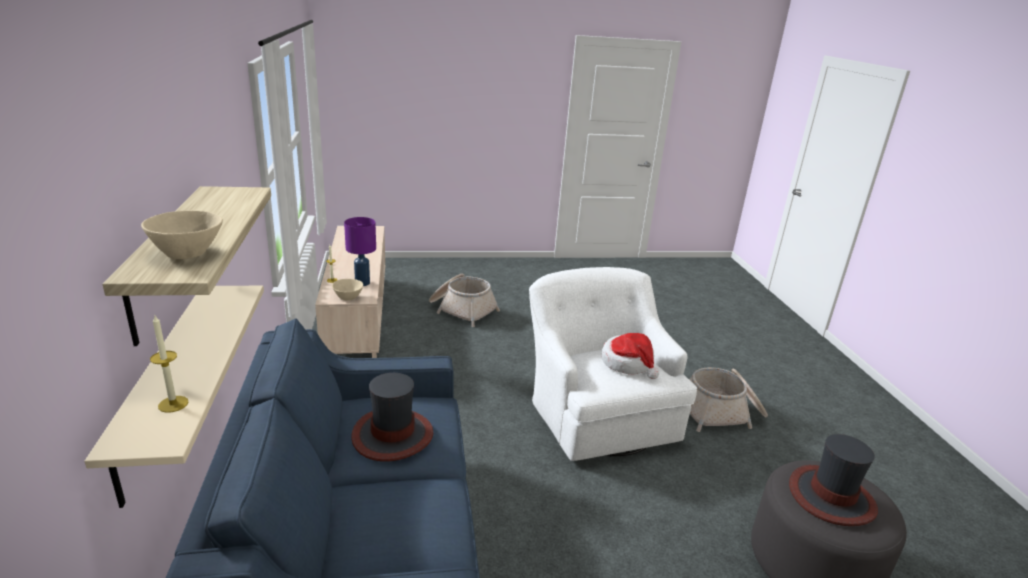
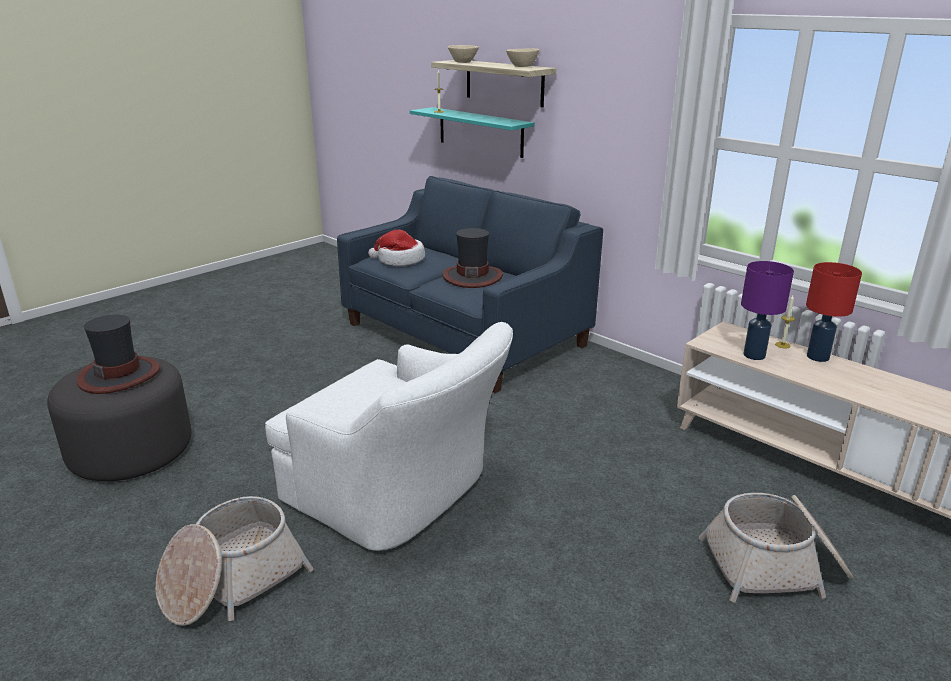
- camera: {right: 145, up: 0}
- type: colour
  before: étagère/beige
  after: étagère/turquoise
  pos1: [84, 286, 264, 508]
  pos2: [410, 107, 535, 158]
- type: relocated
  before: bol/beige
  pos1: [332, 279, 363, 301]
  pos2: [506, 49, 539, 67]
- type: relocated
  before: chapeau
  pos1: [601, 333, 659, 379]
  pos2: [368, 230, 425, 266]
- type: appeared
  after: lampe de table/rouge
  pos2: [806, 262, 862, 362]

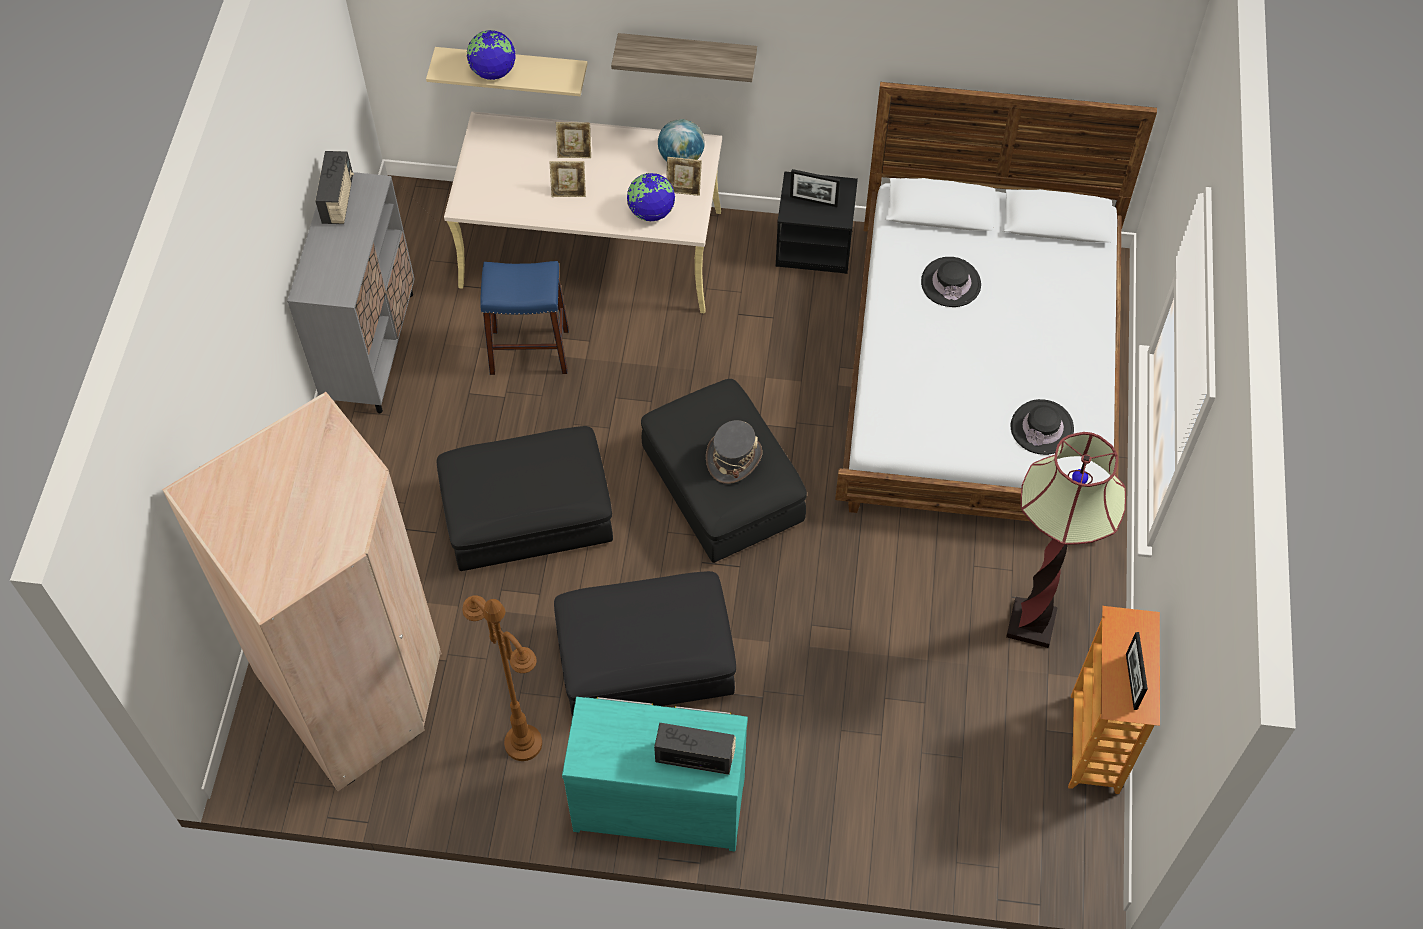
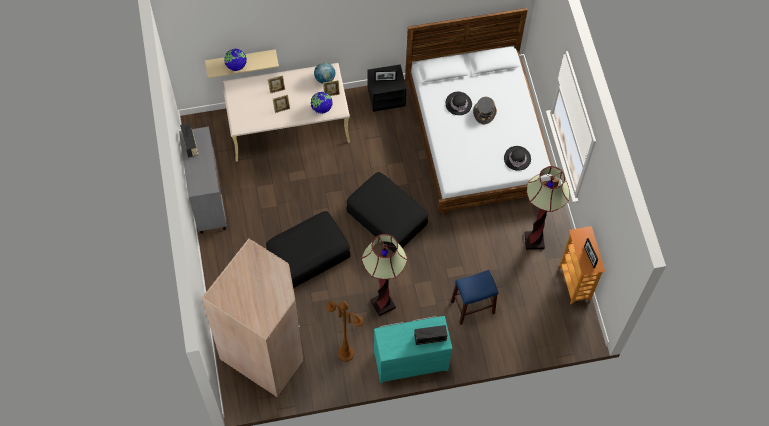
- camera: {right: -20, up: 5}
- type: relocated
  before: tabouret/bleu
  pos1: [480, 261, 569, 375]
  pos2: [451, 270, 499, 325]
- type: exchanged
  before: pouf/noir
  after: lampadaire
  pos1: [554, 571, 736, 717]
  pos2: [361, 234, 408, 316]
- type: missing
  before: étagère
  pos1: [611, 33, 757, 82]
- type: relocated
  before: chapeau/gris
  pos1: [706, 420, 763, 484]
  pos2: [473, 97, 497, 124]

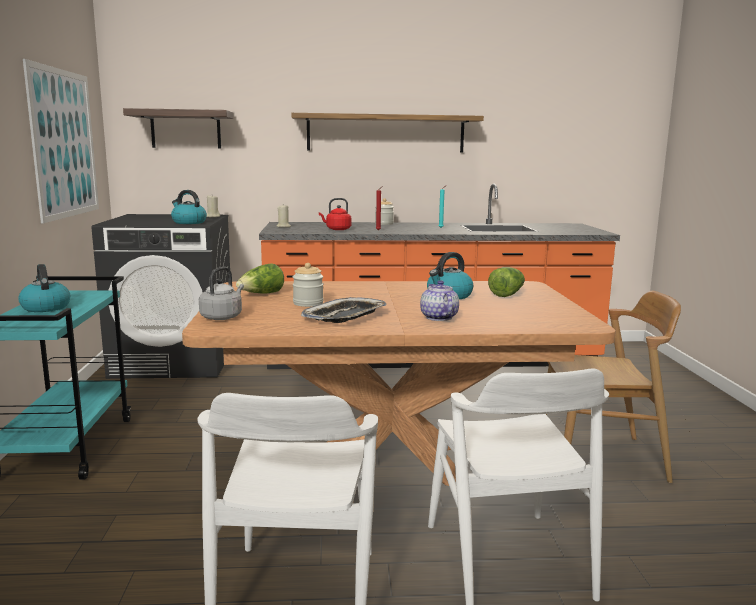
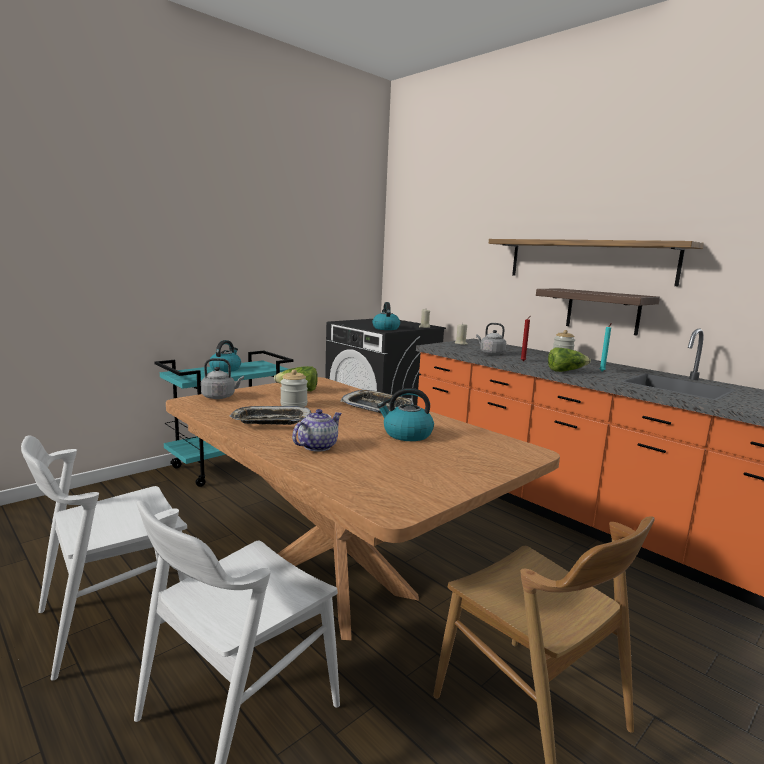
- camera: {right: 50, up: 0}
- type: missing
  before: tableau
  pos1: [23, 59, 99, 223]
- type: relocated
  before: étagère
  pos1: [123, 108, 233, 149]
  pos2: [536, 288, 660, 336]
- type: colour
  before: bouilloire/rouge
  after: bouilloire/gris
  pos1: [319, 198, 351, 230]
  pos2: [476, 323, 506, 355]
- type: relocated
  before: laitue
  pos1: [488, 267, 525, 297]
  pos2: [548, 347, 591, 372]
- type: appeared
  after: plateau
  pos2: [340, 390, 413, 413]

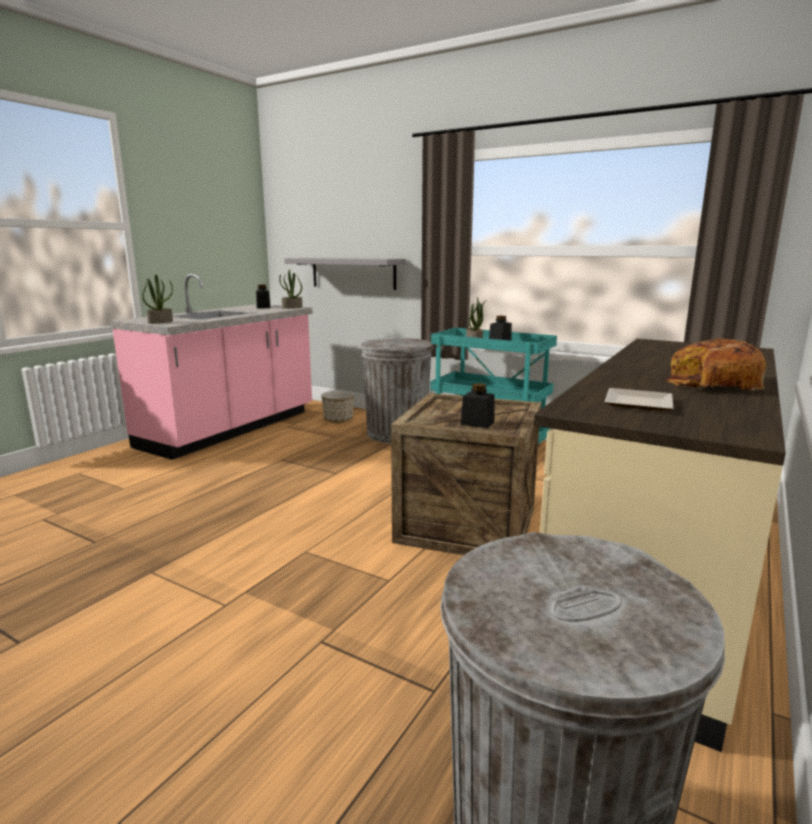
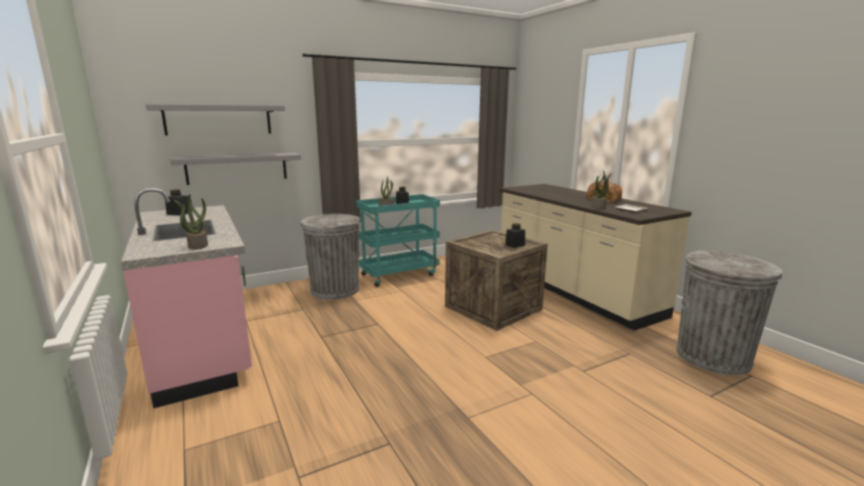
- camera: {right: -60, up: 0}
- type: relocated
  before: plante en pot
  pos1: [279, 269, 302, 309]
  pos2: [592, 170, 612, 209]
- type: missing
  before: cache-pot
  pos1: [321, 391, 354, 423]
- type: appeared
  after: étagère/gris
  pos2: [145, 104, 285, 135]

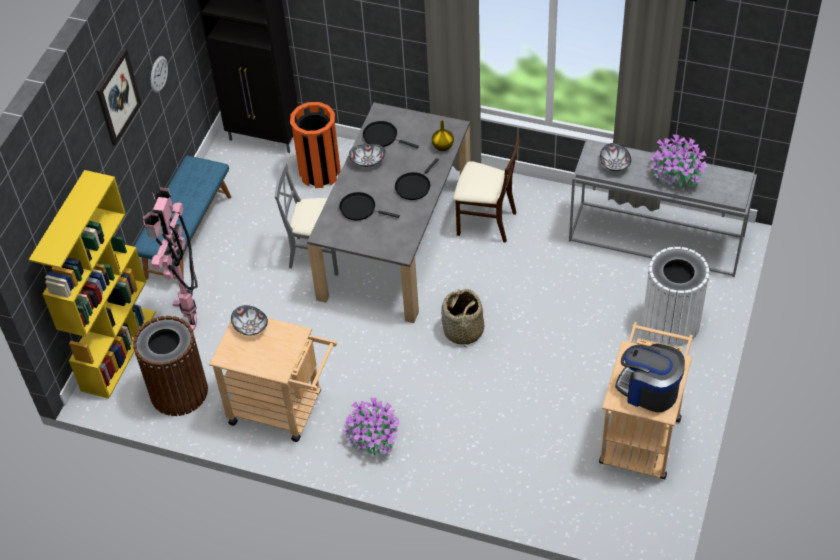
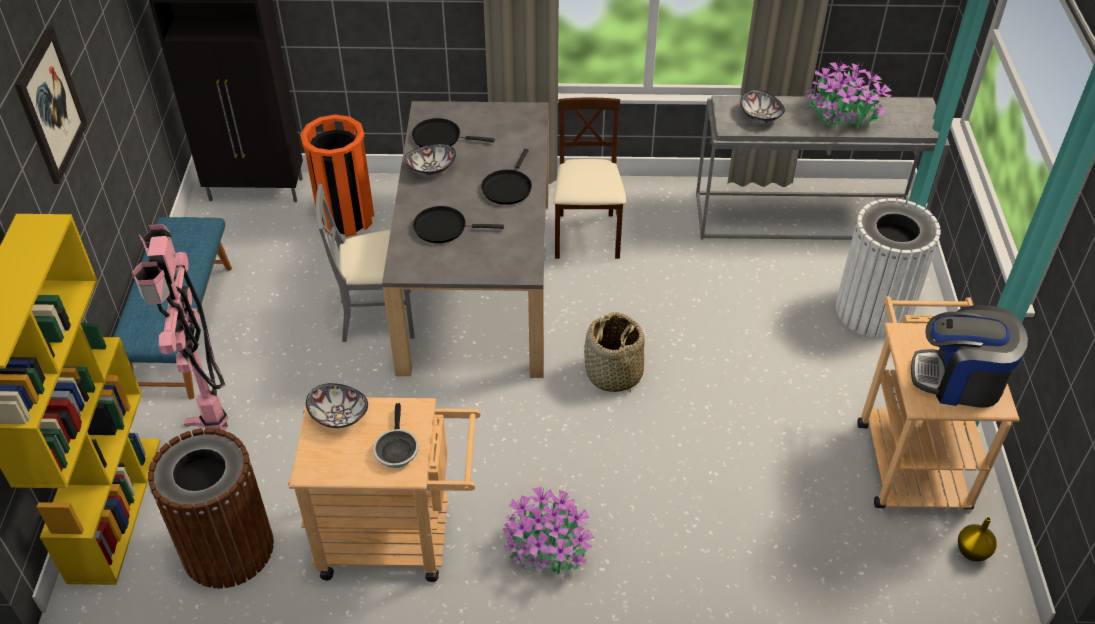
- camera: {right: -20, up: -5}
- type: missing
  before: horloge murale
  pos1: [151, 56, 168, 93]
- type: relocated
  before: vase/jaune
  pos1: [432, 120, 454, 151]
  pos2: [958, 517, 997, 561]
- type: spun
  before: chaise/beige
  pos1: [453, 137, 519, 243]
  pos2: [553, 97, 626, 259]
  turn: -90
- type: appeared
  after: poêle
  pos2: [373, 403, 419, 468]

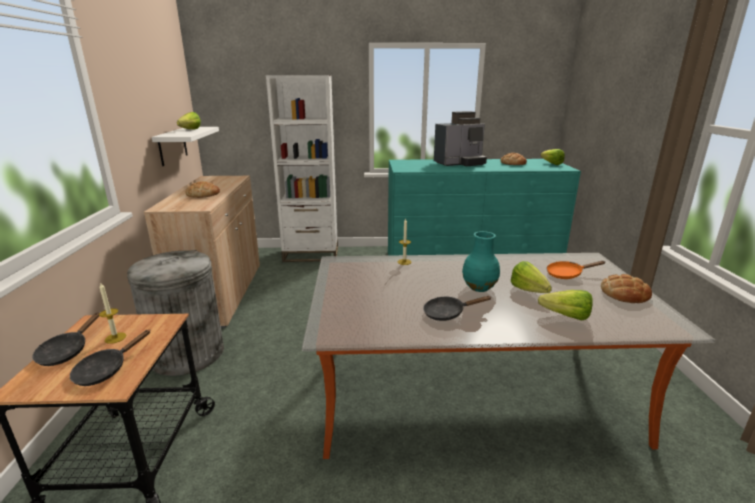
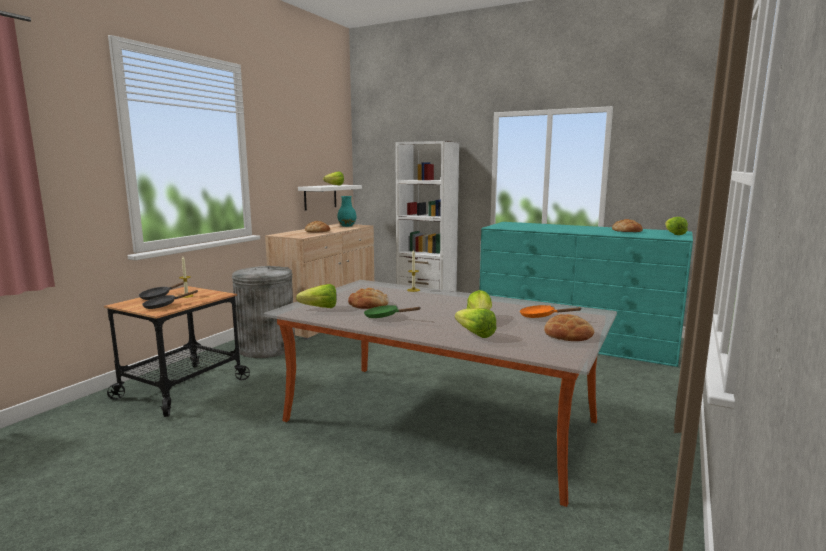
- camera: {right: 30, up: -10}
- type: colour
  before: poêle/noir
  after: poêle/vert
  pos1: [423, 296, 491, 321]
  pos2: [364, 305, 421, 318]
- type: missing
  before: machine à café
  pos1: [434, 111, 487, 166]
- type: relocated
  before: vase/turquoise
  pos1: [462, 231, 500, 292]
  pos2: [337, 196, 357, 227]
- type: appeared
  after: laitue
  pos2: [296, 284, 337, 308]
- type: appeared
  after: pain
  pos2: [348, 288, 389, 309]

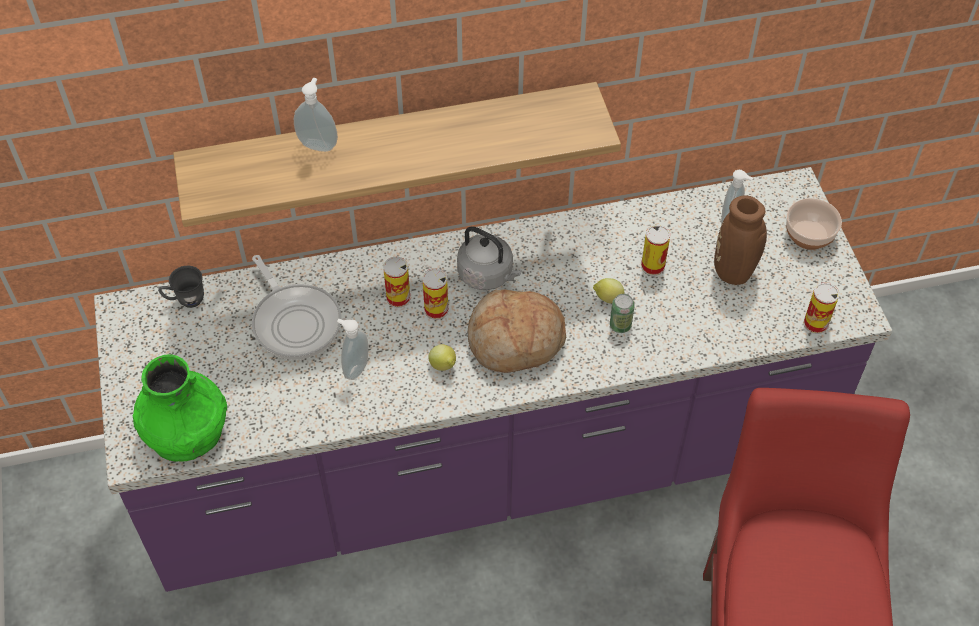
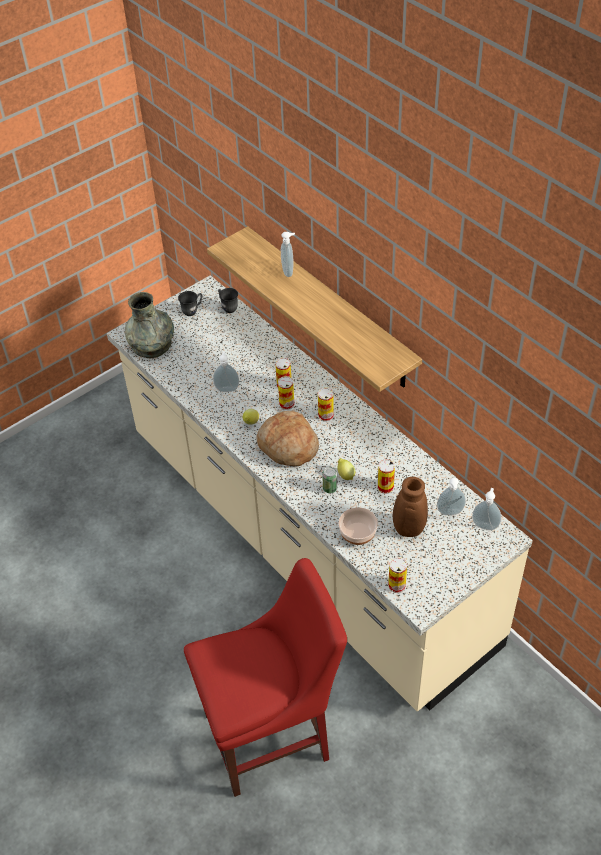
- camera: {right: 65, up: -5}
- type: colour
  before: comptoir de cuisine/violet
  after: comptoir de cuisine/beige
  pos1: [94, 167, 892, 592]
  pos2: [107, 275, 533, 712]
- type: colour
  before: vase/vert
  after: vase/gris
  pos1: [133, 354, 227, 462]
  pos2: [125, 292, 174, 358]
- type: missing
  before: poêle
  pos1: [252, 255, 341, 360]
- type: exchanged
  before: bouilloire/gris
  after: boîte métallique
  pos1: [457, 226, 522, 290]
  pos2: [318, 388, 334, 422]
- type: relocated
  before: bol
  pos1: [786, 198, 842, 250]
  pos2: [338, 507, 378, 545]
- type: appeared
  after: mug/gris
  pos2: [178, 291, 202, 316]
- type: appeared
  after: distributeur de savon
  pos2: [472, 488, 501, 530]

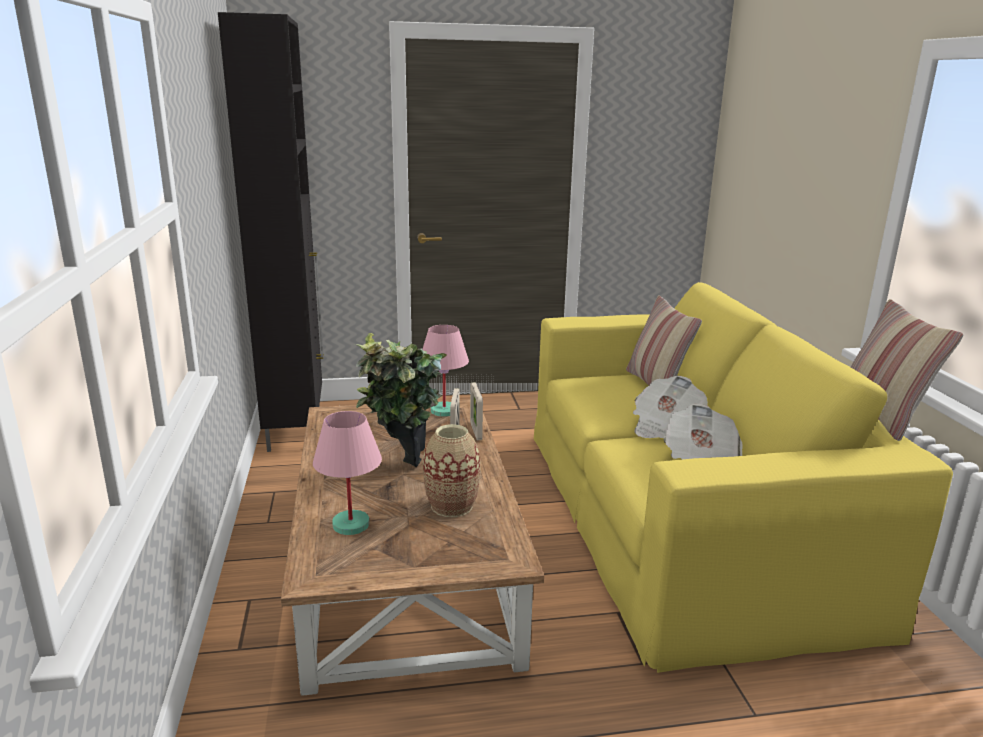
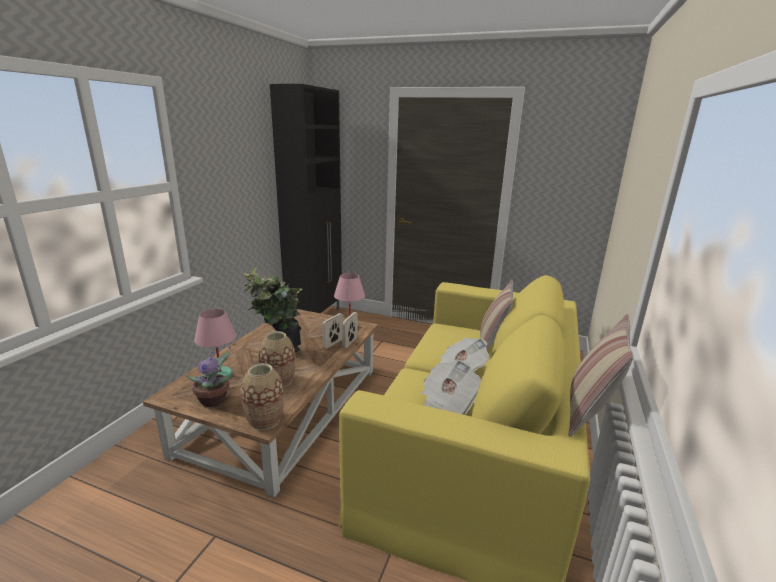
- camera: {right: 30, up: 0}
- type: appeared
  after: plante en pot
  pos2: [186, 346, 232, 407]
- type: appeared
  after: vase
  pos2: [241, 363, 284, 430]

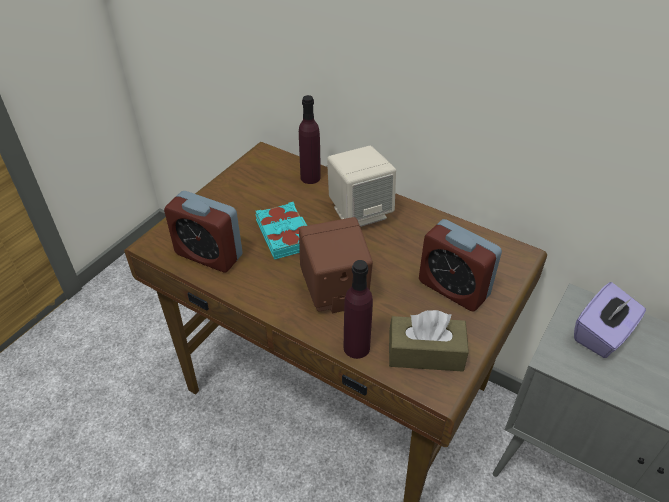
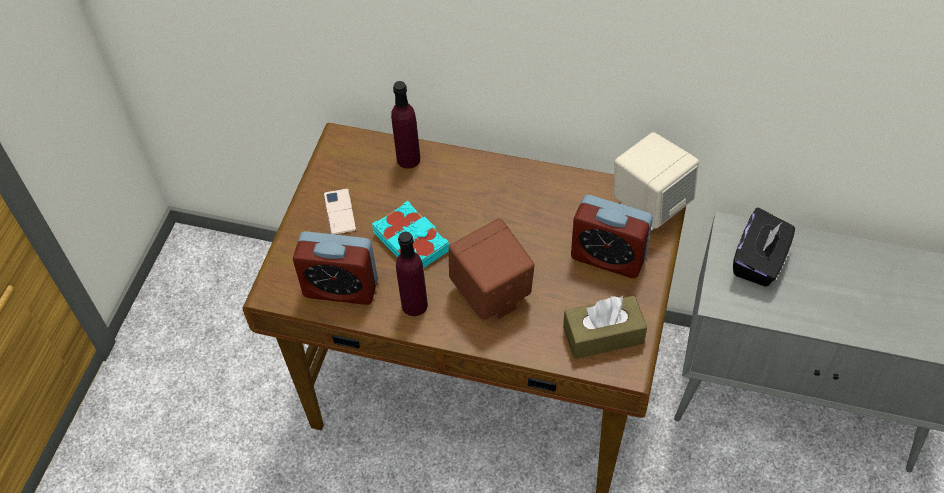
- camera: {right: -15, up: 10}
- type: relocated
  before: enceinte/beige
  pos1: [327, 146, 396, 227]
  pos2: [614, 132, 699, 231]
- type: relocated
  before: bouteille/violet
  pos1: [344, 260, 373, 359]
  pos2: [396, 231, 428, 316]
- type: colour
  before: boîte à mouchoirs/violet
  after: boîte à mouchoirs/noir
  pos1: [574, 282, 646, 358]
  pos2: [733, 208, 795, 287]
- type: appeared
  after: téléphone
  pos2: [324, 188, 356, 235]

